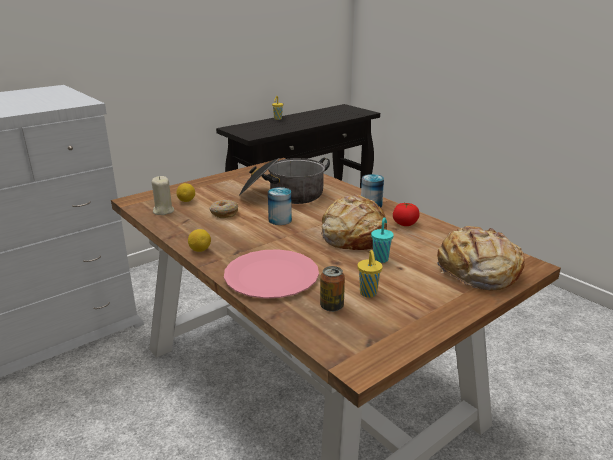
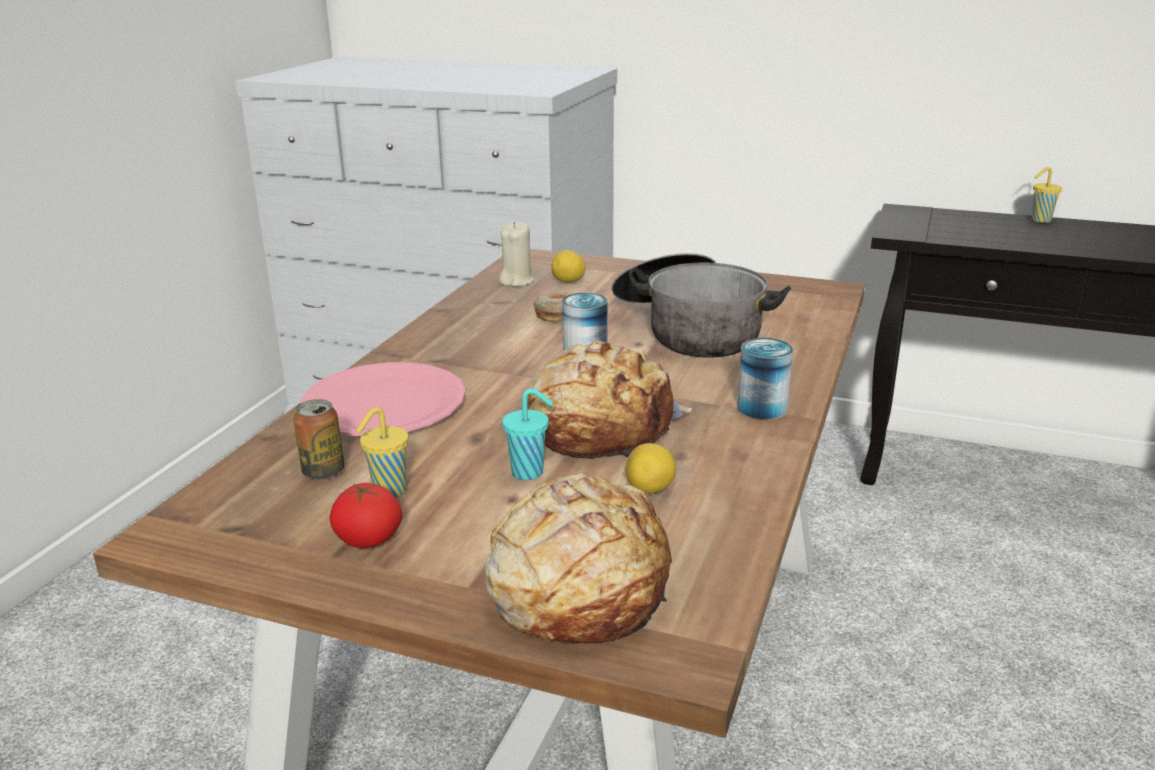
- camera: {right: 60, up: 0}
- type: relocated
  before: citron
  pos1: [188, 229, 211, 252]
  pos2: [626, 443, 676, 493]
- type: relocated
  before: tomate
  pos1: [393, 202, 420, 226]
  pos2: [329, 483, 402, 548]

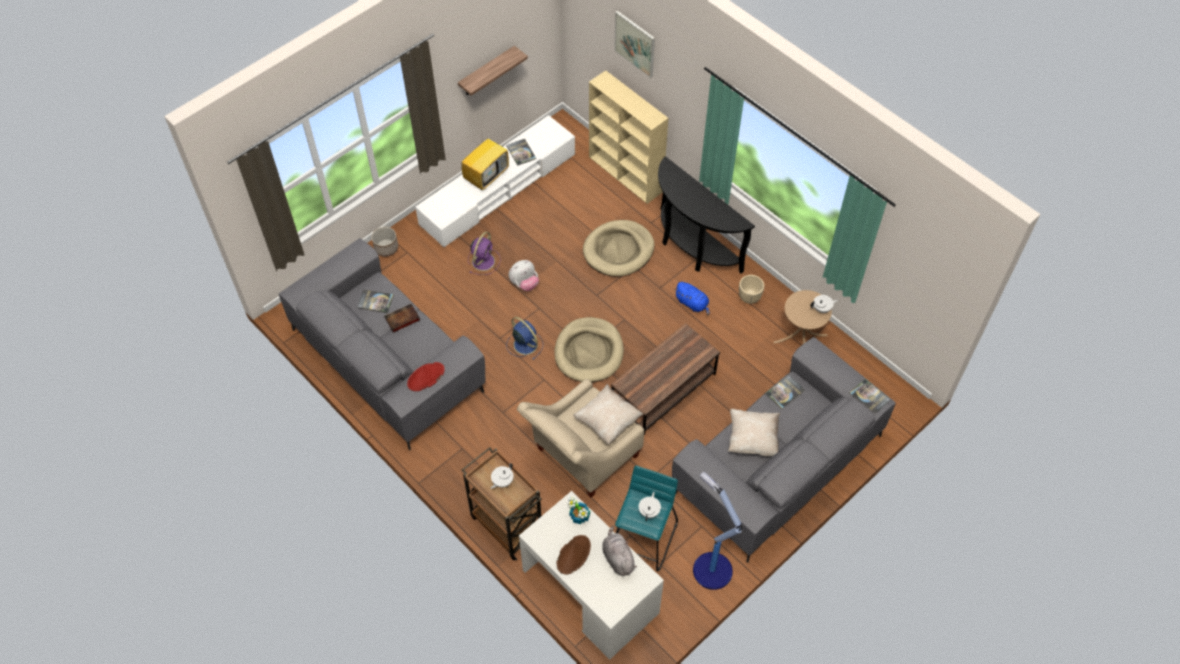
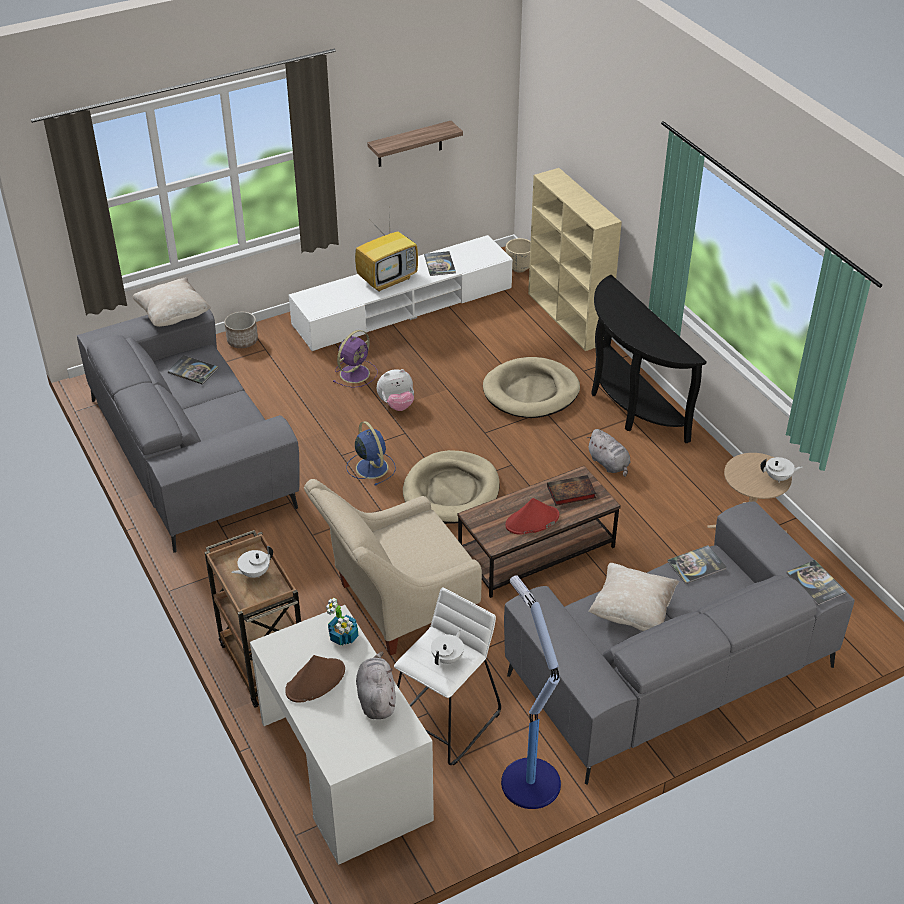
- camera: {right: 15, up: -15}
- type: relocated
  before: livre
  pos1: [384, 304, 420, 333]
  pos2: [547, 475, 596, 506]
- type: relocated
  before: chapeau/rouge
  pos1: [407, 362, 445, 391]
  pos2: [505, 498, 559, 535]
- type: relocated
  before: coussin/beige
  pos1: [573, 384, 644, 445]
  pos2: [133, 277, 211, 327]
- type: missing
  before: tableau
  pos1: [614, 11, 655, 78]
- type: colour
  before: tabouret/turquoise
  after: tabouret/blanc
  pos1: [615, 466, 678, 571]
  pos2: [394, 587, 501, 765]
- type: colour
  before: peluche/bleu
  after: peluche/gris
  pos1: [674, 282, 710, 315]
  pos2: [587, 429, 631, 477]
- type: relocated
  before: cache-pot/beige
  pos1: [739, 275, 764, 304]
  pos2: [506, 238, 531, 273]

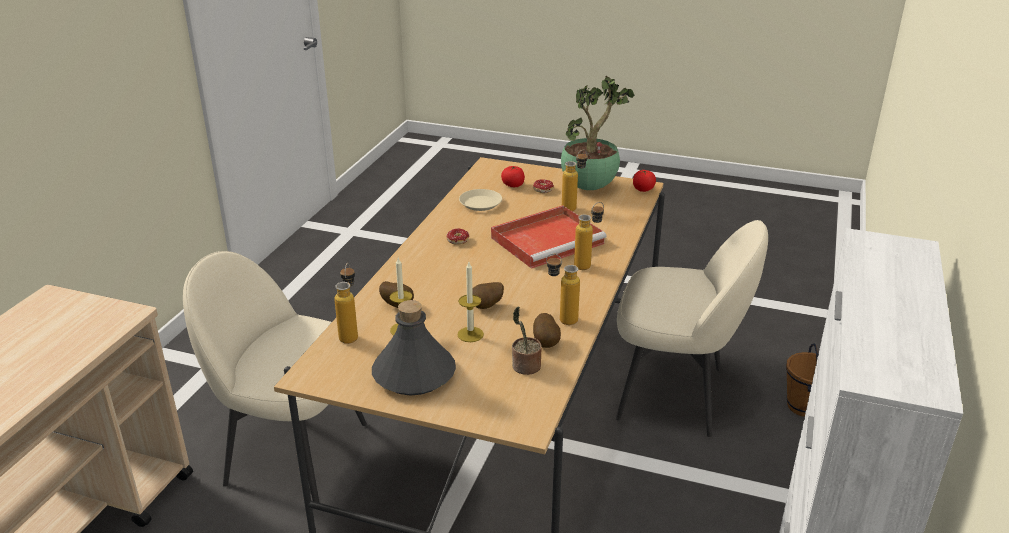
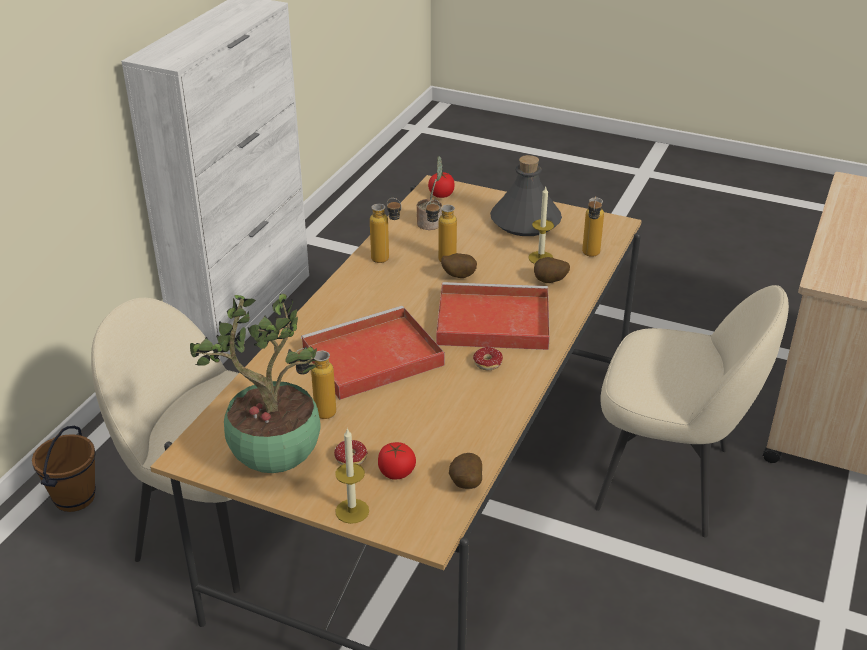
- camera: {right: -175, up: 5}
- type: relocated
  before: bougie
  pos1: [457, 262, 484, 342]
  pos2: [335, 428, 369, 524]
- type: missing
  before: assiette/beige
  pos1: [459, 189, 502, 211]
- type: relocated
  before: pomme de terre
  pos1: [533, 313, 561, 348]
  pos2: [449, 453, 482, 489]
- type: relocated
  before: bouteille
  pos1: [574, 202, 604, 270]
  pos2: [425, 199, 457, 262]
- type: relocated
  before: tomate
  pos1: [633, 170, 656, 192]
  pos2: [428, 172, 455, 198]
- type: appeared
  after: plateau/rouge
  pos2: [436, 282, 550, 350]

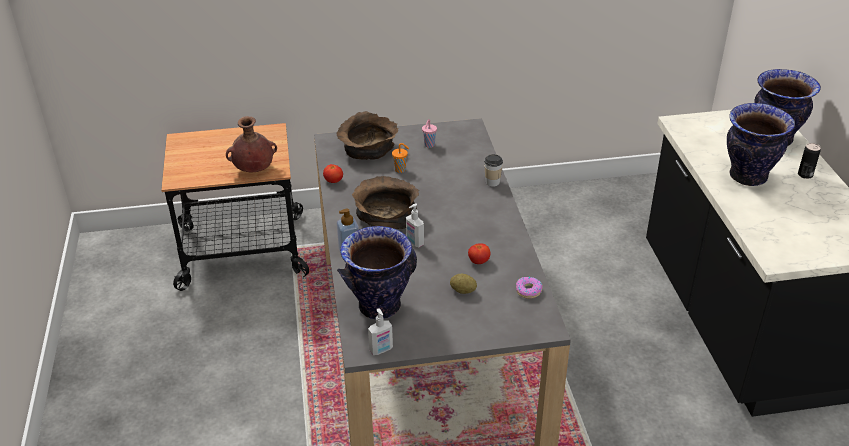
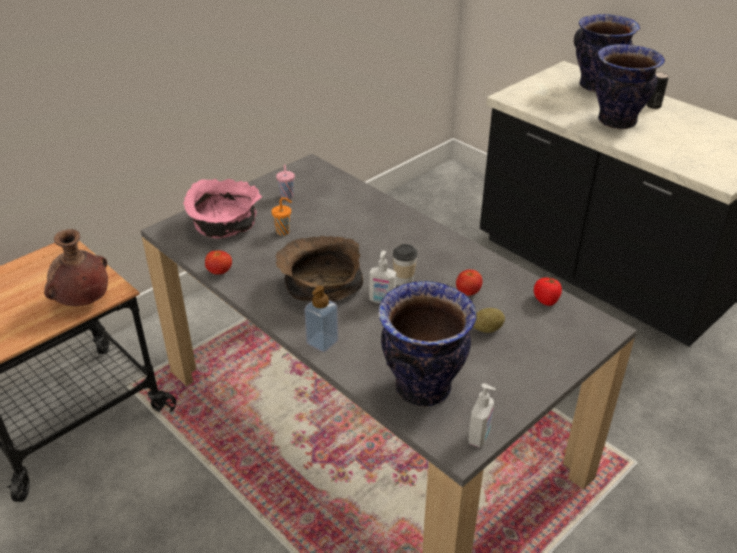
- camera: {right: -35, up: 0}
- type: colour
  before: bol/marron
  after: bol/rose
  pos1: [336, 111, 399, 160]
  pos2: [183, 179, 262, 238]
- type: relocated
  before: tasse
  pos1: [484, 154, 503, 187]
  pos2: [392, 244, 418, 286]
- type: exchanged
  before: beignet
  after: tomate
  pos1: [516, 277, 543, 299]
  pos2: [534, 276, 562, 306]

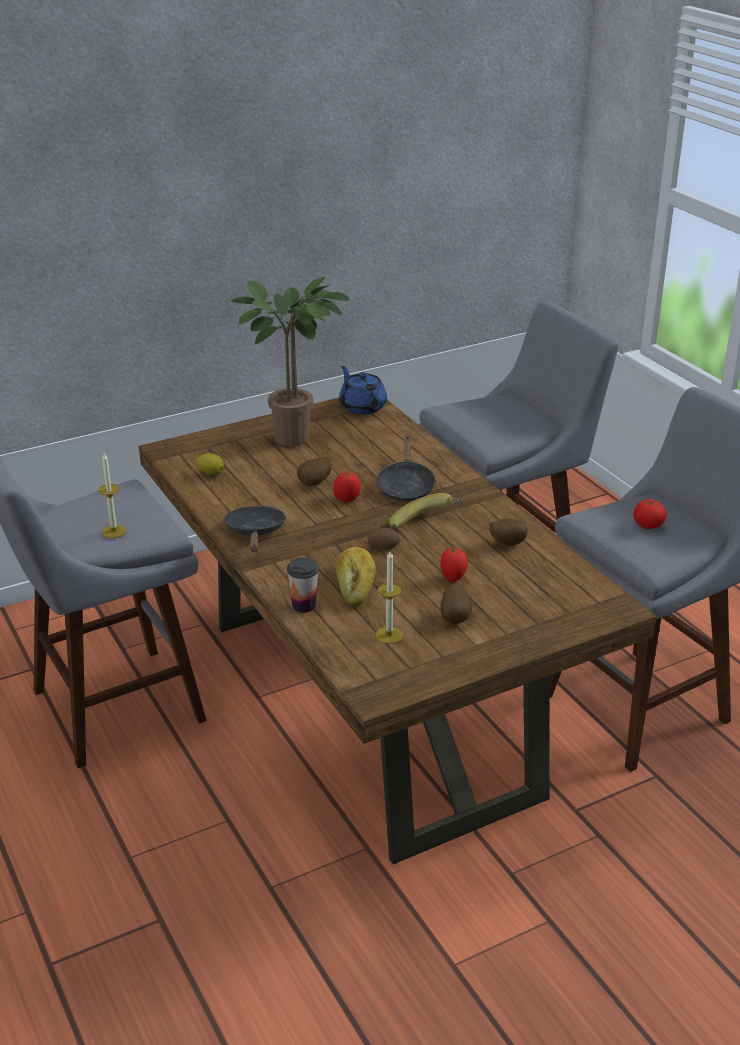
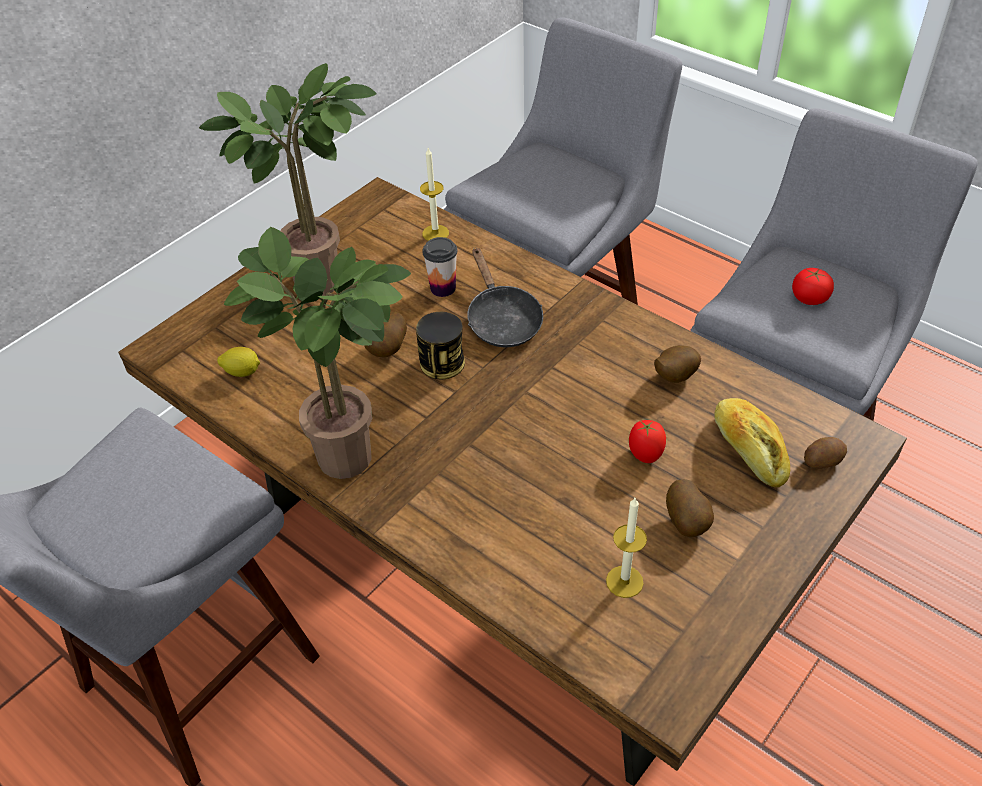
- camera: {right: -20, up: 15}
- type: relocated
  before: bougie
  pos1: [98, 453, 126, 538]
  pos2: [420, 148, 449, 241]
- type: exchanged
  before: poêle/noir
  after: plante en pot
  pos1: [223, 506, 287, 552]
  pos2: [223, 227, 411, 479]
- type: relocated
  before: tasse
  pos1: [287, 557, 319, 613]
  pos2: [423, 237, 457, 297]
- type: exchanged
  before: tomate
  after: boîte métallique
  pos1: [333, 472, 361, 502]
  pos2: [416, 312, 465, 379]
- type: relocated
  before: pain
  pos1: [336, 547, 376, 606]
  pos2: [715, 398, 790, 487]
- type: missing
  before: théière/bleu
  pos1: [339, 366, 387, 415]
- type: relocated
  before: pomme de terre
  pos1: [367, 528, 400, 549]
  pos2: [804, 437, 847, 469]
- type: missing
  before: banane
  pos1: [390, 493, 463, 530]

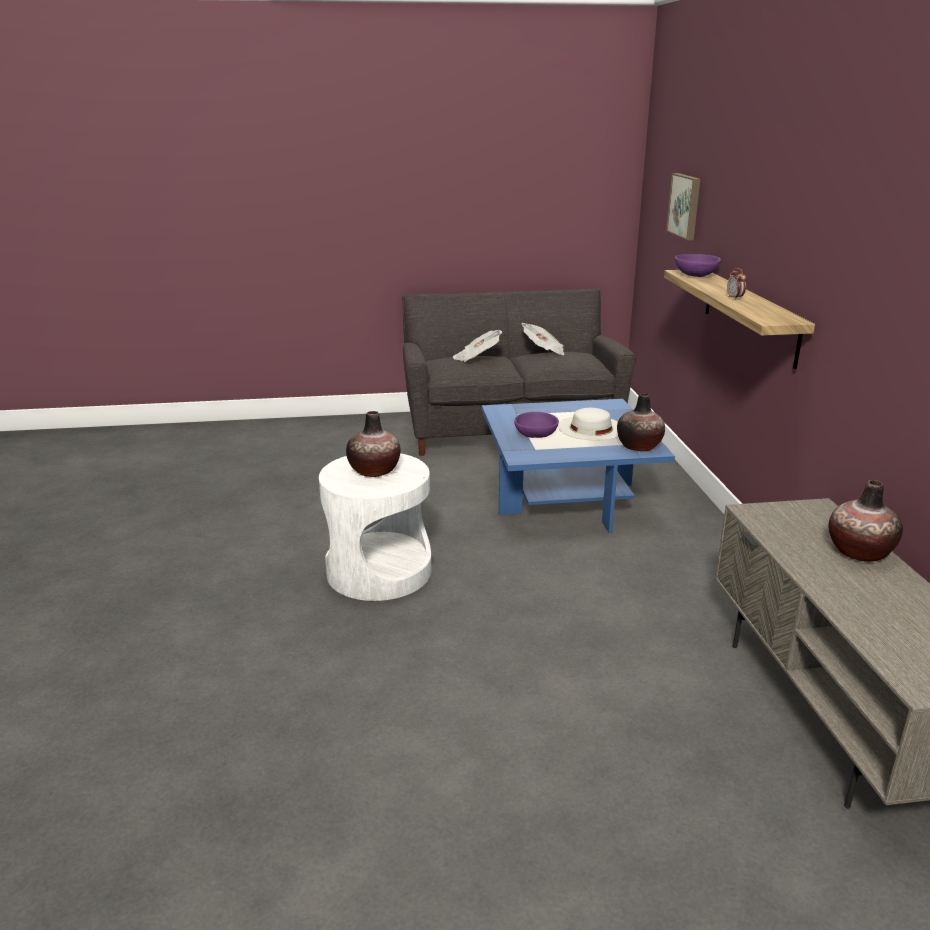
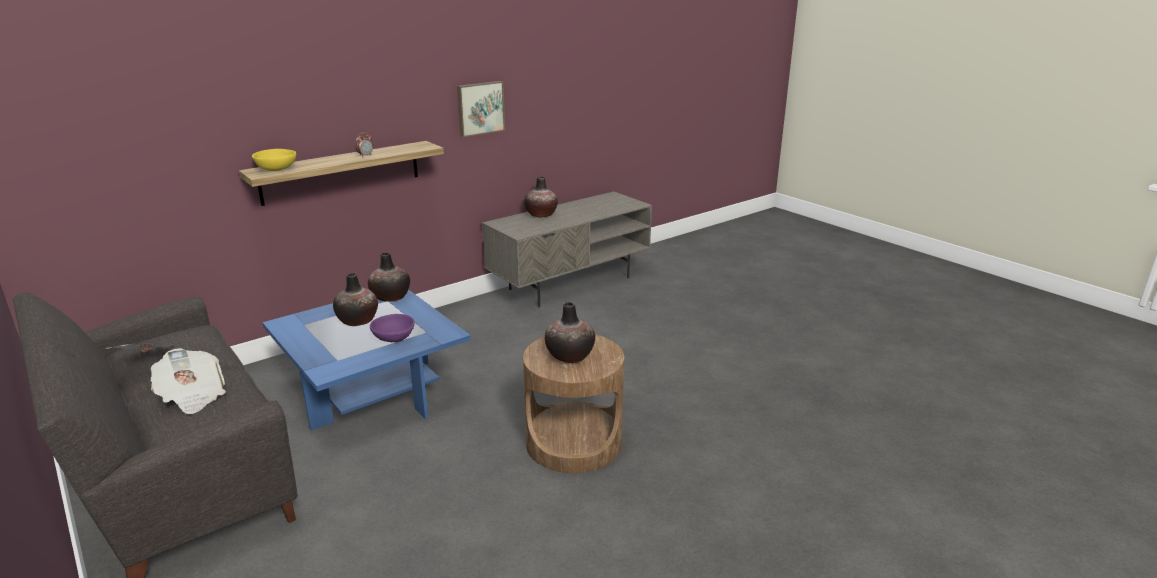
- camera: {right: -120, up: 0}
- type: colour
  before: table d'appoint/blanc
  after: table d'appoint/marron
  pos1: [319, 453, 431, 601]
  pos2: [523, 334, 624, 473]
- type: exchanged
  before: chapeau/blanc
  after: vase
  pos1: [558, 408, 618, 440]
  pos2: [333, 273, 378, 326]
- type: relocated
  before: tableau
  pos1: [666, 173, 700, 240]
  pos2: [457, 81, 505, 137]
- type: colour
  before: bol/violet
  after: bol/jaune
  pos1: [675, 254, 721, 277]
  pos2: [252, 149, 296, 171]

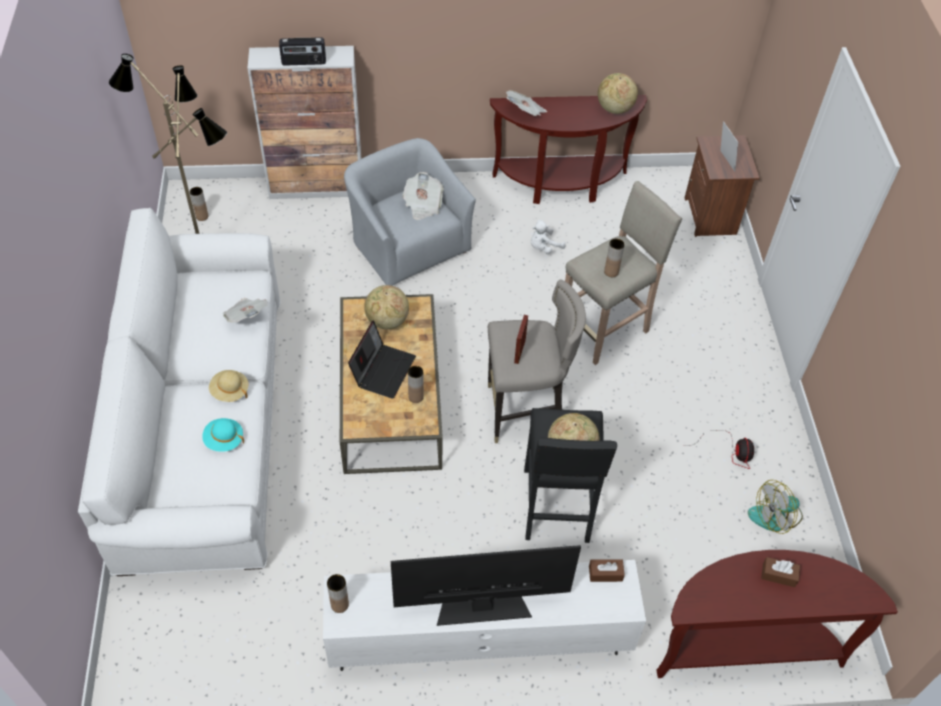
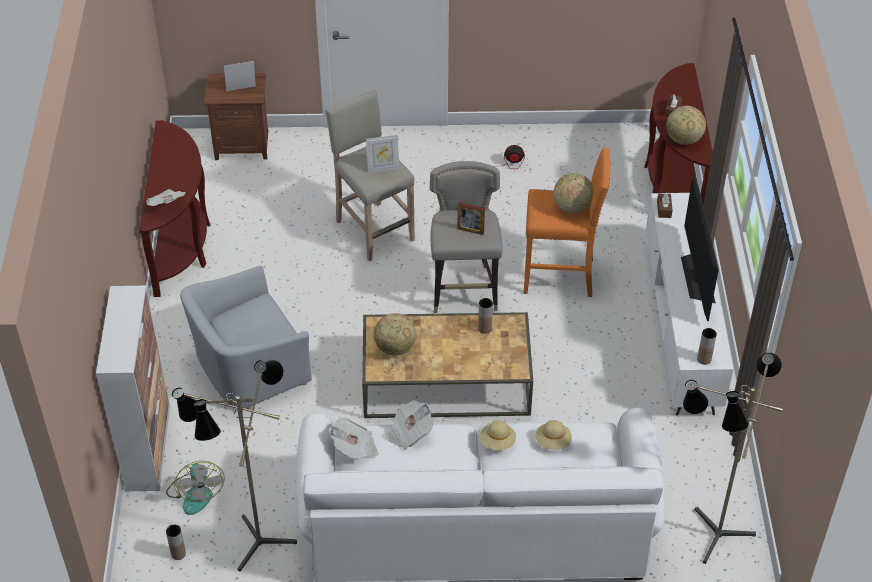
- camera: {right: -85, up: -5}
- type: colour
  before: chapeau/turquoise
  after: chapeau/beige
  pos1: [202, 418, 244, 452]
  pos2: [536, 420, 572, 450]
- type: missing
  before: radio
  pos1: [279, 37, 326, 66]
- type: missing
  before: ordinateur portable
  pos1: [348, 320, 416, 399]
- type: relocated
  before: journal
  pos1: [402, 172, 443, 220]
  pos2: [329, 418, 379, 459]
- type: colour
  before: tabouret/noir
  after: tabouret/orange
  pos1: [524, 408, 617, 543]
  pos2: [524, 147, 610, 297]
- type: missing
  before: peluche/blanc
  pos1: [531, 220, 566, 254]
- type: relocated
  before: globe
  pos1: [598, 73, 638, 114]
  pos2: [666, 106, 706, 145]
- type: exchanged
  before: vase/marron
  after: cadre photo
  pos1: [604, 239, 625, 277]
  pos2: [366, 135, 399, 173]
- type: relocated
  before: ventilateur
  pos1: [748, 480, 803, 534]
  pos2: [166, 461, 225, 515]
- type: appeared
  after: lampadaire
  pos2: [683, 353, 783, 564]

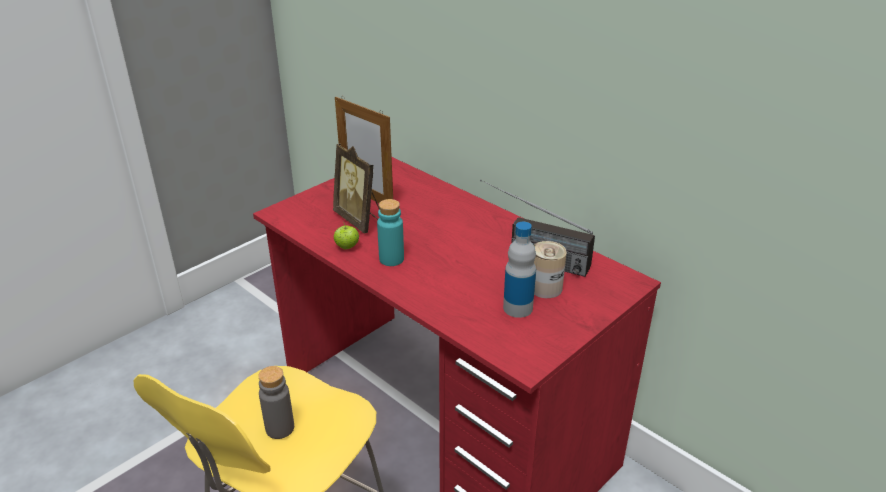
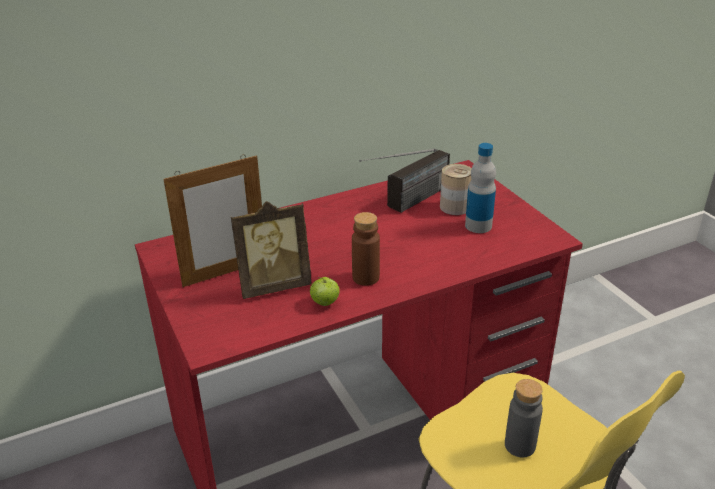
- camera: {right: -70, up: 0}
- type: colour
  before: bouteille/turquoise
  after: bouteille/marron
  pos1: [377, 199, 404, 266]
  pos2: [352, 212, 380, 286]

